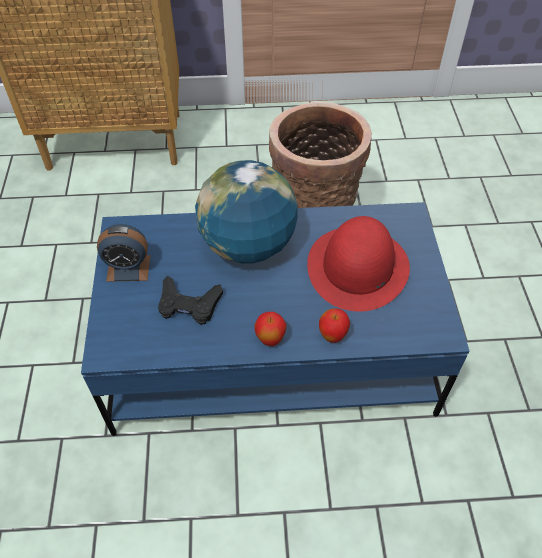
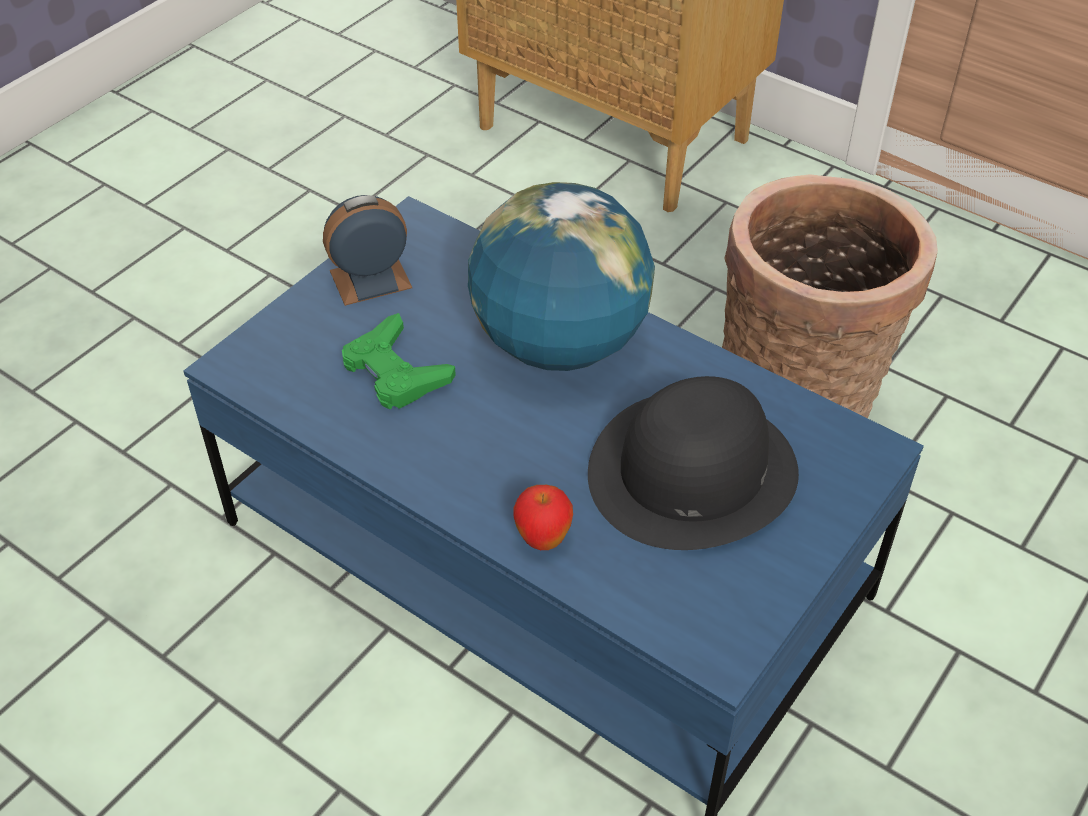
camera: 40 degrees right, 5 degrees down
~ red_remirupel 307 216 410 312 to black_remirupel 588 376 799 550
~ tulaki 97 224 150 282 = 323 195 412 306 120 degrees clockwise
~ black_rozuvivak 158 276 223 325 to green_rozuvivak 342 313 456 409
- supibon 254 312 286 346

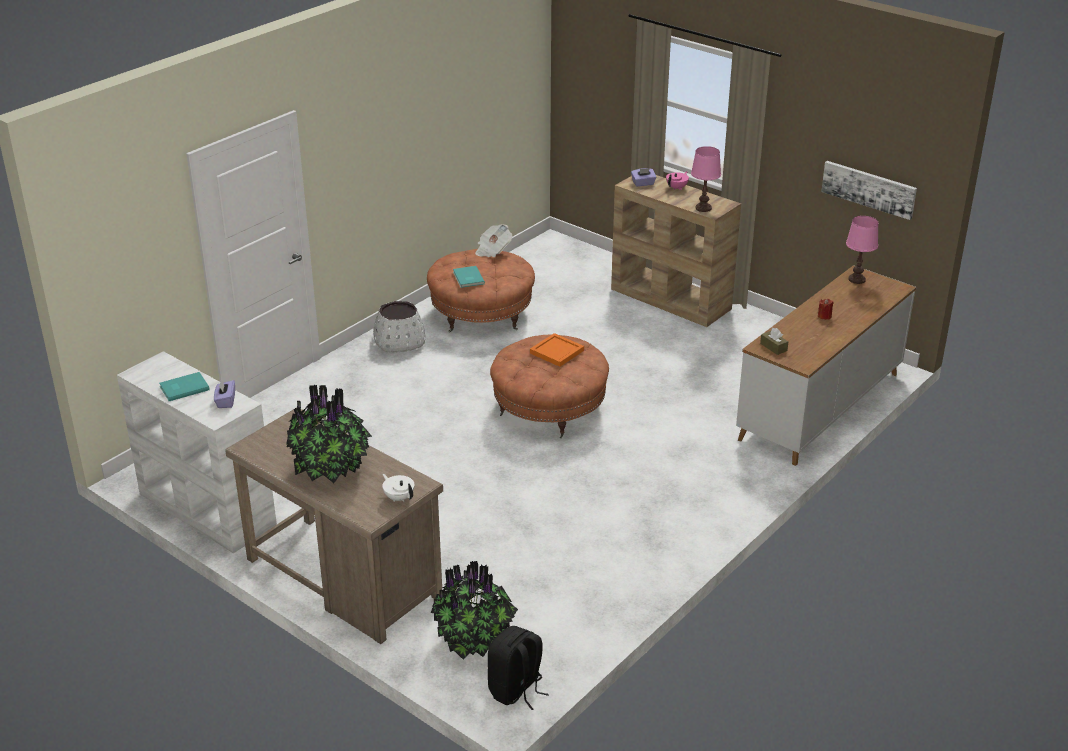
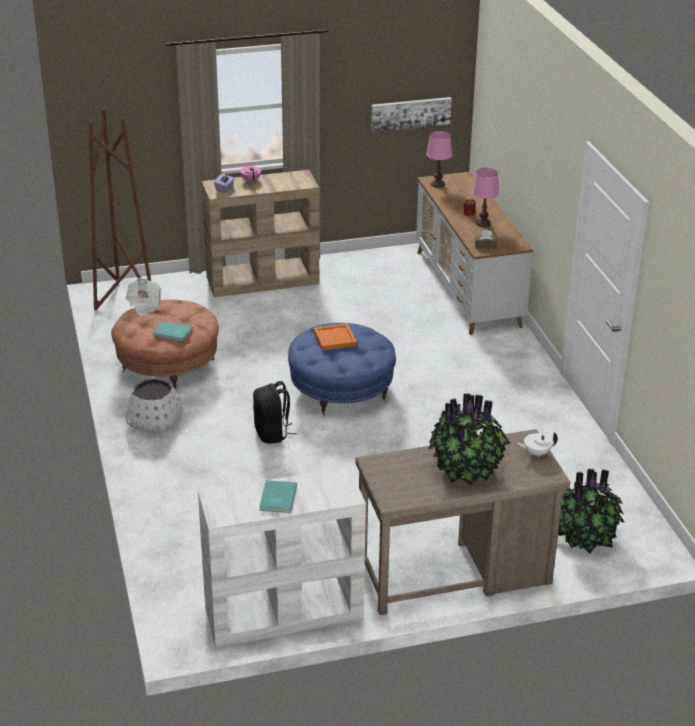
camera: 55 degrees left, 0 degrees up
~ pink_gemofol 691 146 721 212 to 472 168 499 227
~ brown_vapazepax 490 335 609 438 to blue_vapazepax 288 323 396 416
- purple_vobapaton 214 379 235 408
~ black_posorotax 488 626 549 710 to 253 381 297 444
+ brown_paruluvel 89 108 151 310

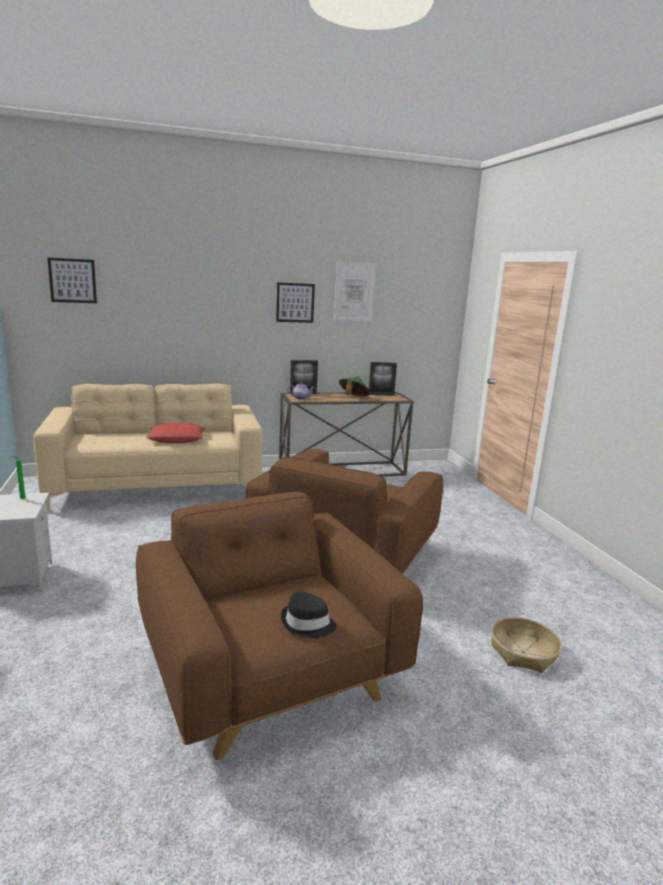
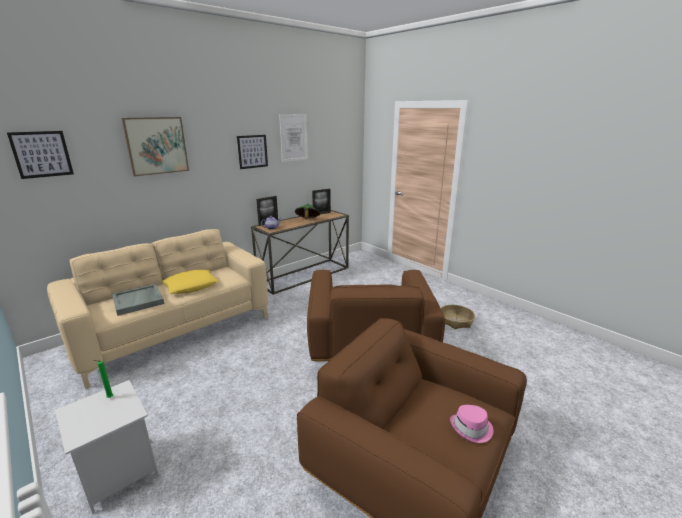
camera: 25 degrees left, 5 degrees up
~ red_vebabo 146 423 205 443 to yellow_vebabo 162 269 219 294
~ black_remirupel 281 591 336 638 to pink_remirupel 450 405 493 443
~ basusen 491 617 562 673 to 441 305 475 329
+ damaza 121 117 189 176
+ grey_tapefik 112 284 164 316

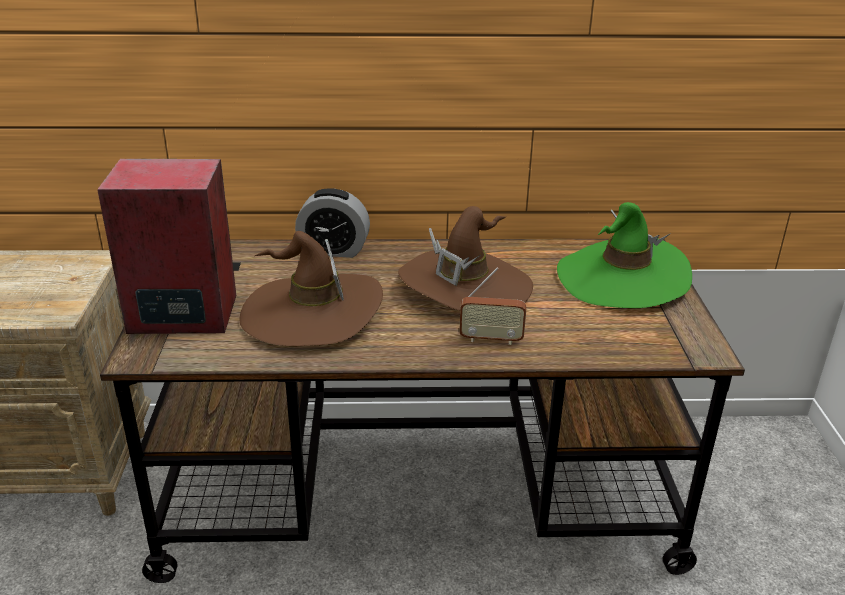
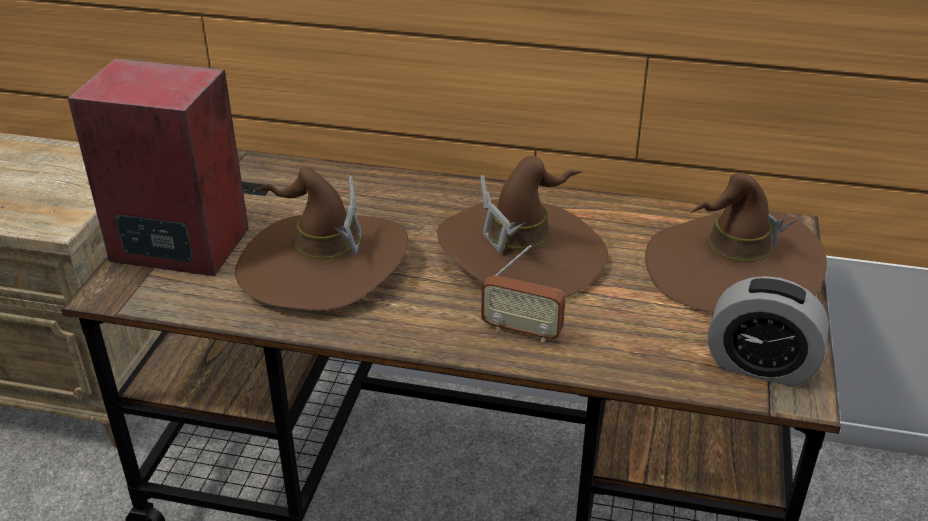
camera: 15 degrees right, 5 degrees up
~ tulaki 295 188 370 258 to 708 276 829 387
~ green_remirupel 557 202 692 308 to brown_remirupel 645 173 827 313

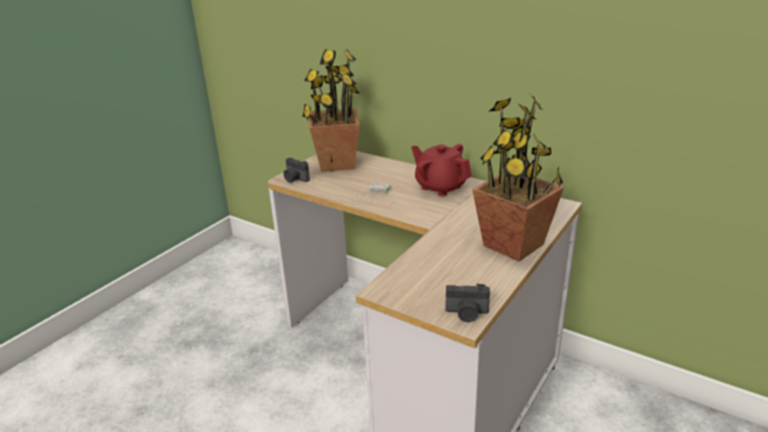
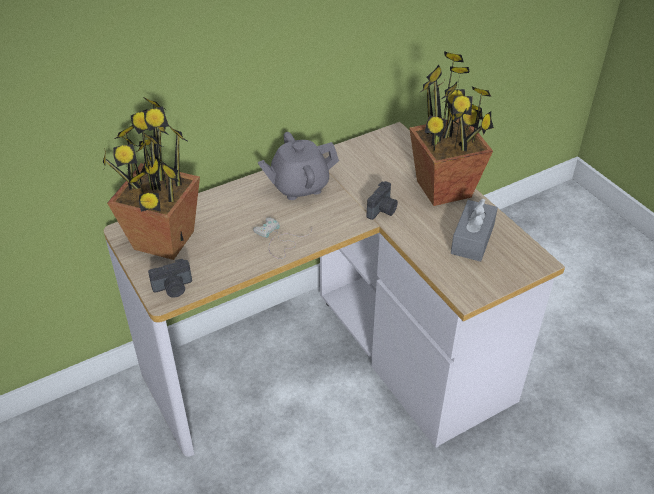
camera: 65 degrees left, 15 degrees up
~ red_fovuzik 411 144 472 197 to grey_fovuzik 258 132 339 200
~ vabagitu 445 284 490 322 to 367 181 398 220
+ grey_vobapaton 451 198 498 262

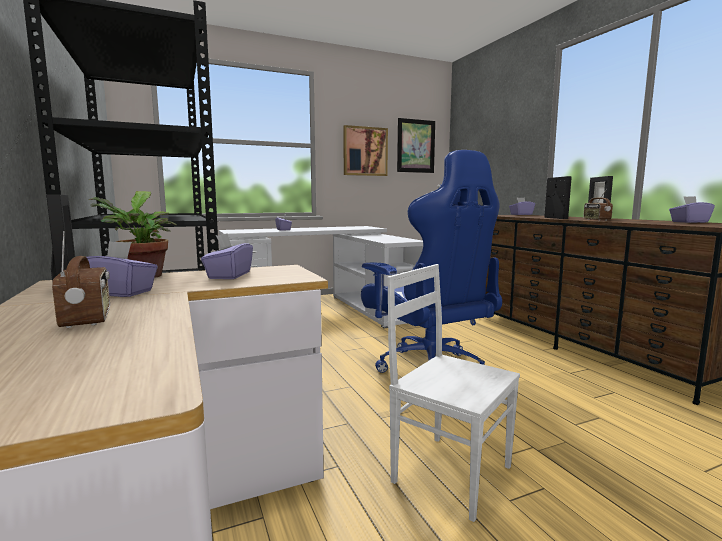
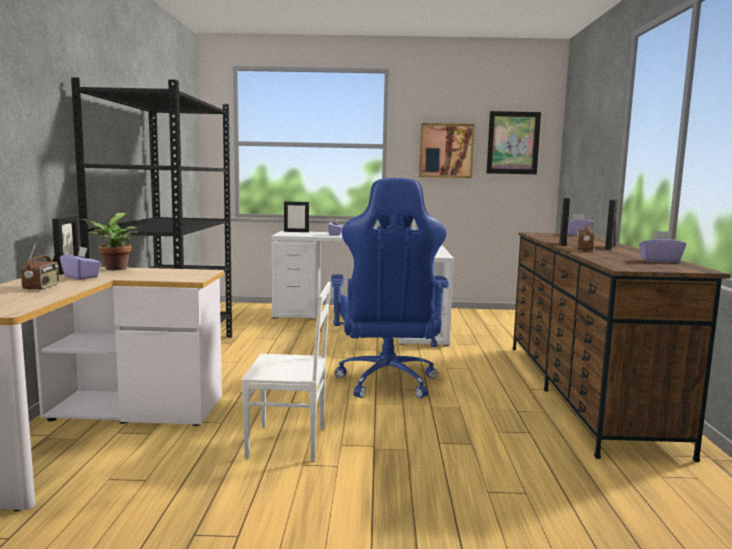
camera: 25 degrees right, 0 degrees up
- purple_vobapaton 201 233 253 279
~ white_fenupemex 387 264 520 522 = 241 282 331 462 120 degrees clockwise
+ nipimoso 284 202 309 232

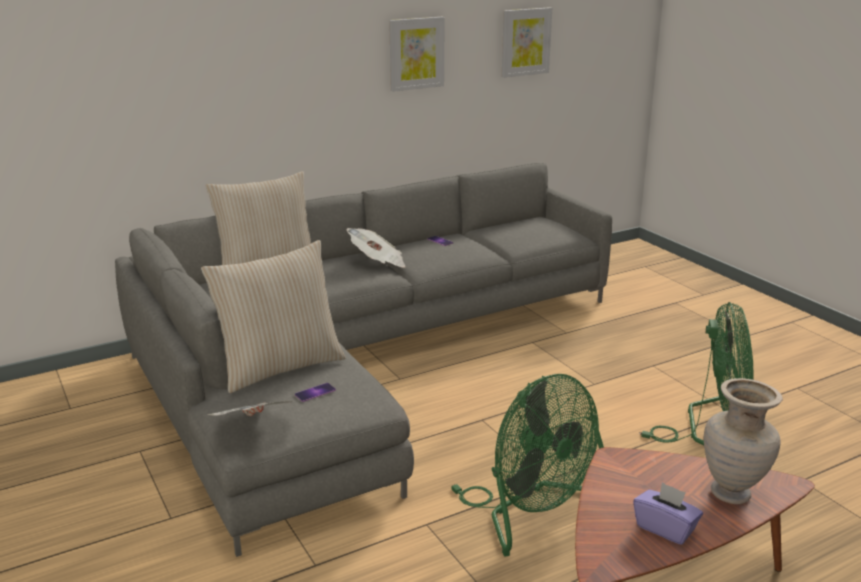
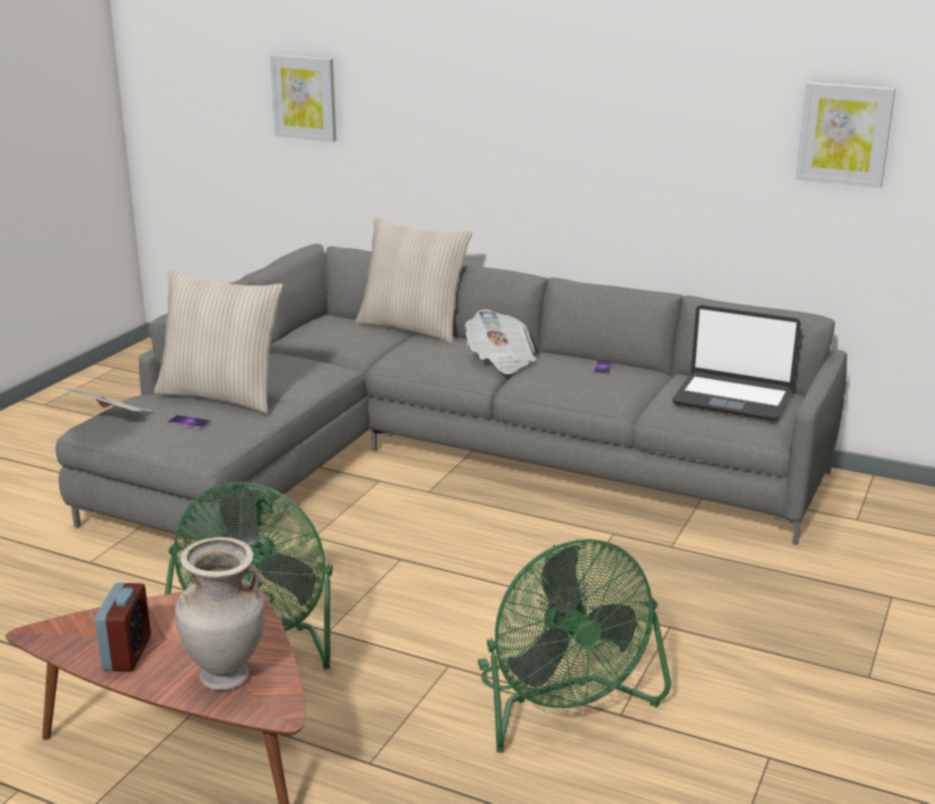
camera: 55 degrees right, 0 degrees up
~ damaza 389 17 445 92 to 270 54 336 142
~ purple_vobapaton 633 482 703 545 to tulaki 95 583 151 672
+ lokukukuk 672 305 801 421

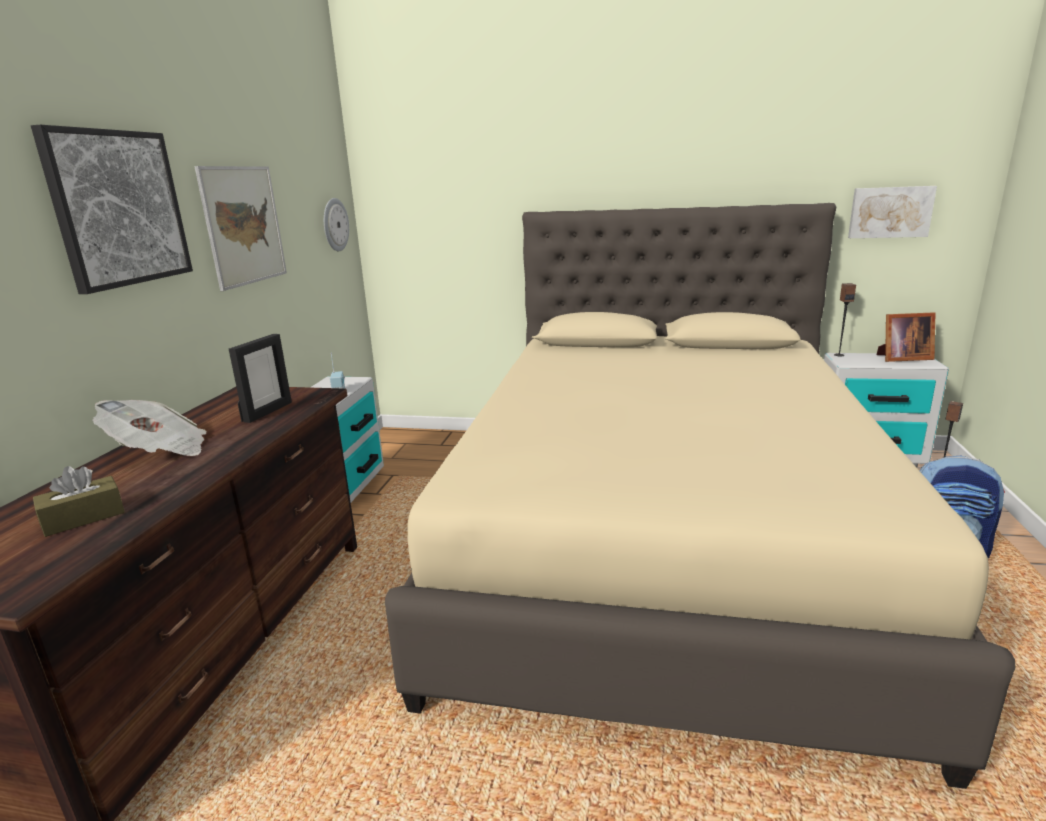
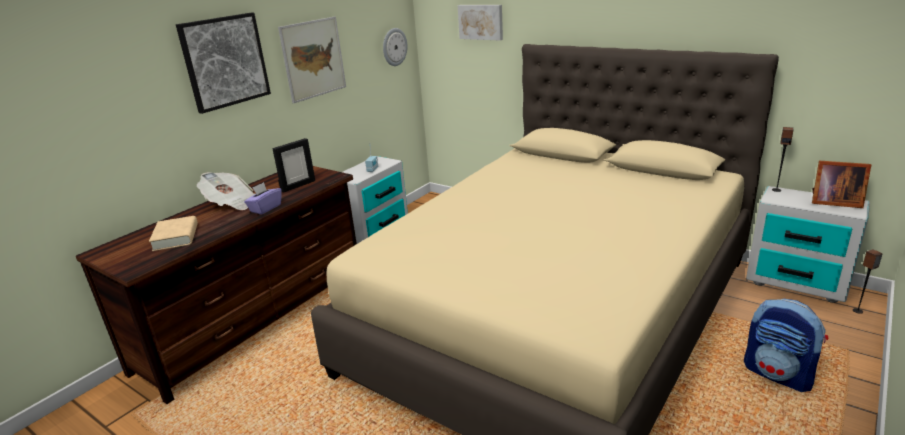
camera: 25 degrees right, 5 degrees up
~ damaza 848 186 937 238 to 458 5 503 40
~ brown_vobapaton 33 466 125 537 to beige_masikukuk 149 216 198 251
+ purple_vobapaton 244 182 281 215

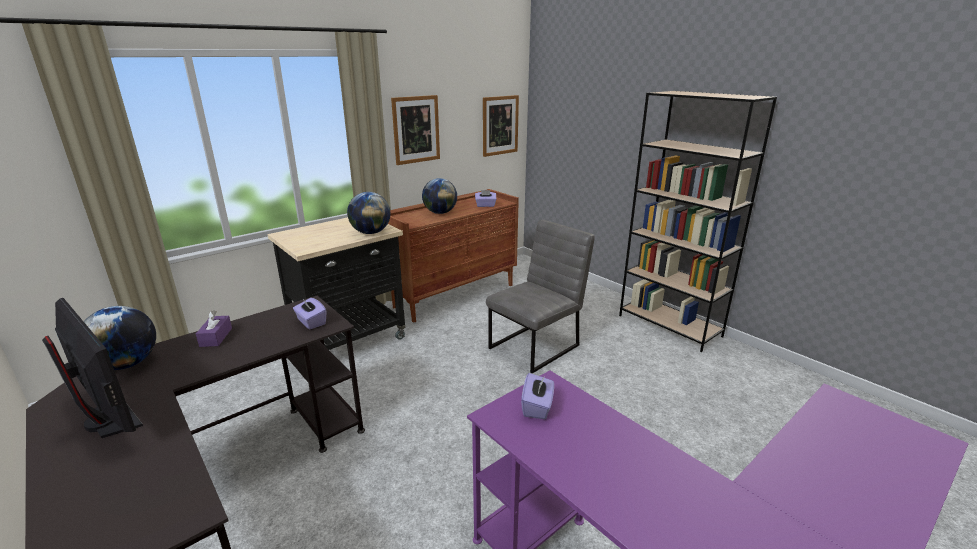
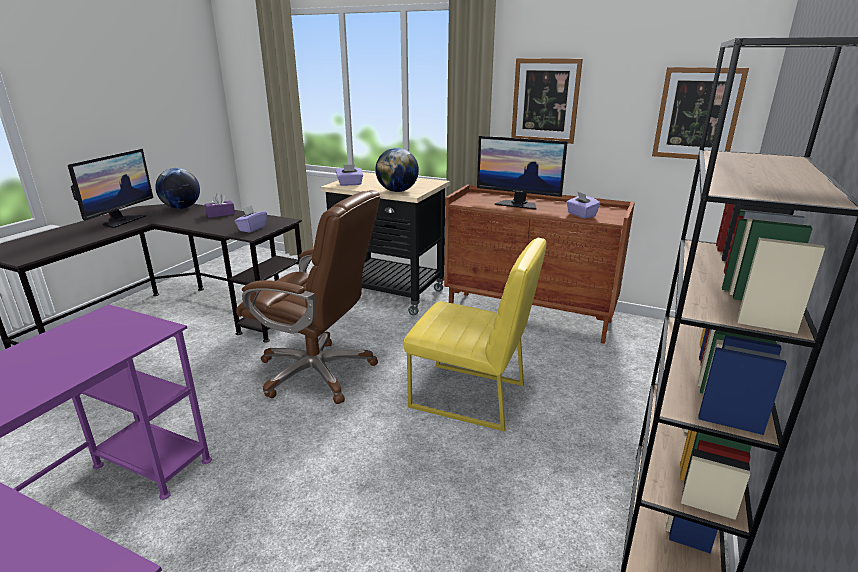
camera: 65 degrees right, 0 degrees up
~ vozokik 422 178 457 214 to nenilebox 477 136 568 210
~ grey_fenupemex 486 220 595 374 to yellow_fenupemex 403 238 546 431
~ purple_vobapaton 521 373 554 419 to 336 164 363 186
+ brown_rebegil 236 190 380 404

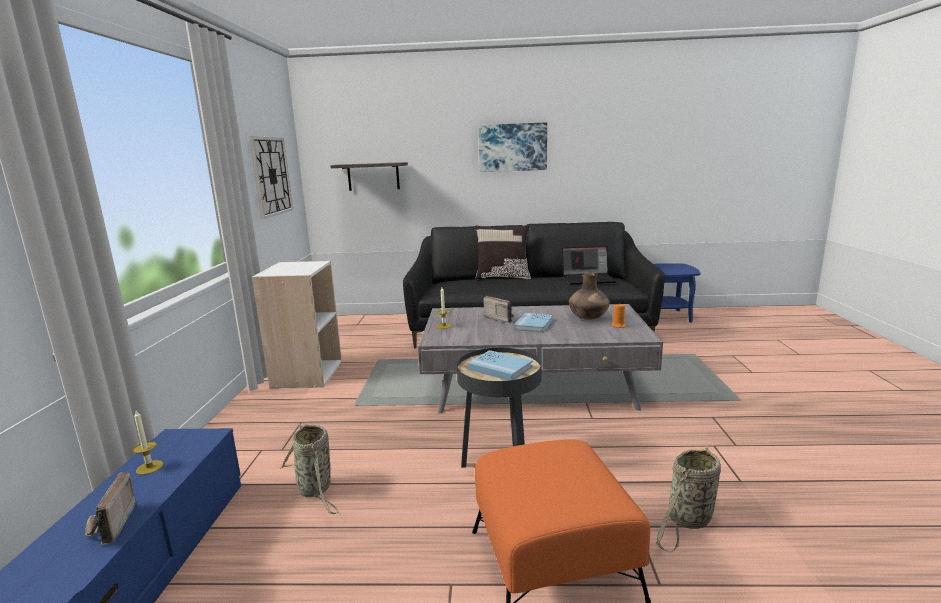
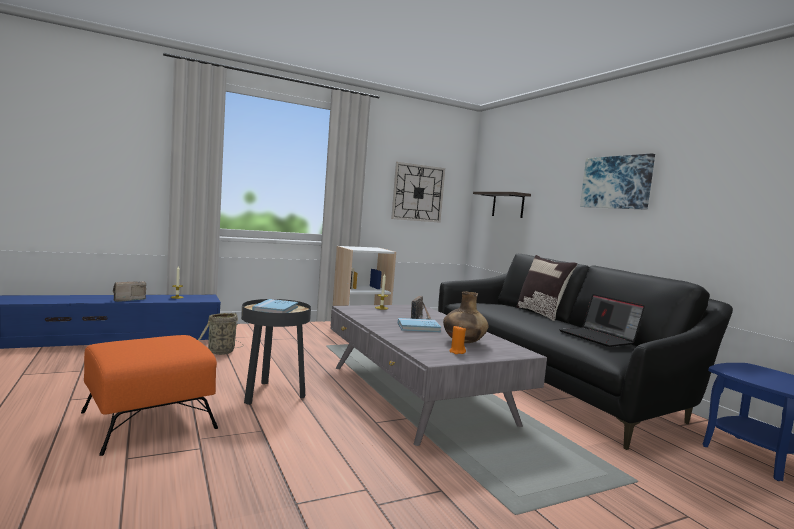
camera: 60 degrees right, 10 degrees down
- basusen 656 446 721 553

